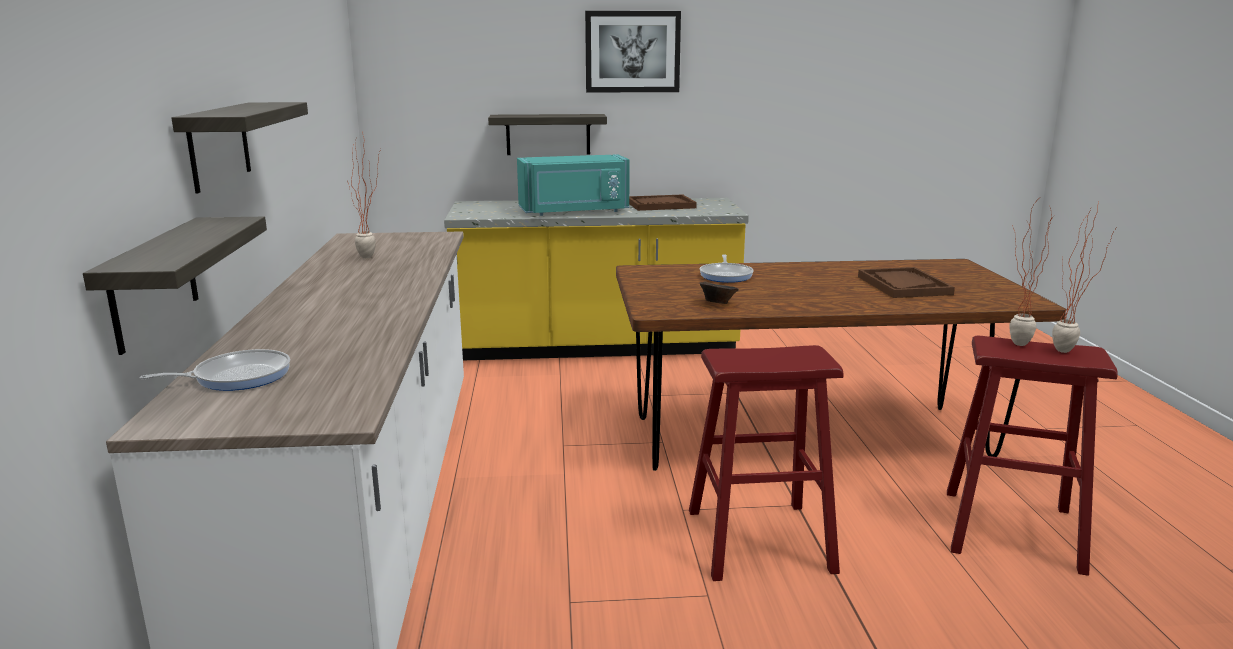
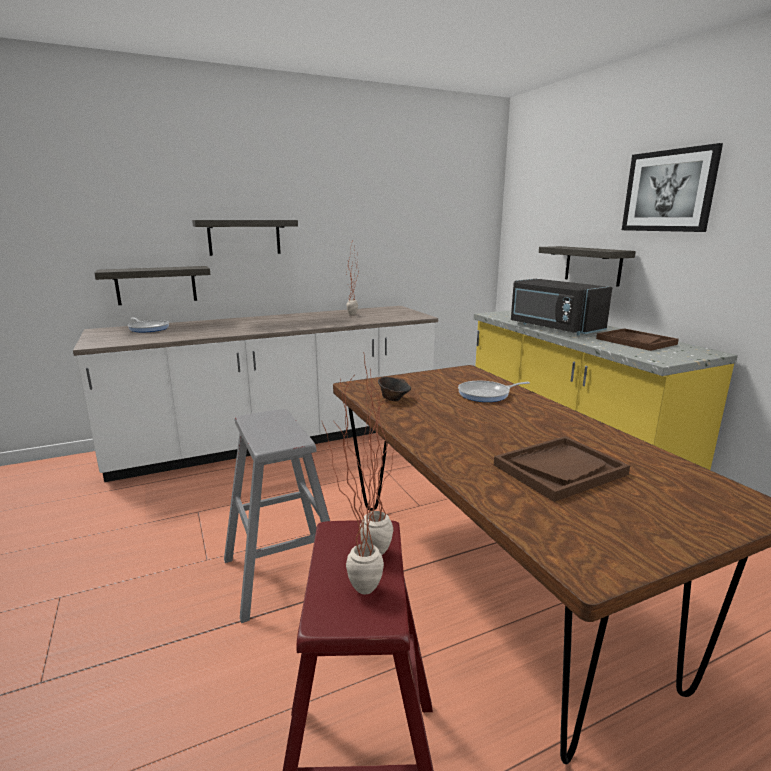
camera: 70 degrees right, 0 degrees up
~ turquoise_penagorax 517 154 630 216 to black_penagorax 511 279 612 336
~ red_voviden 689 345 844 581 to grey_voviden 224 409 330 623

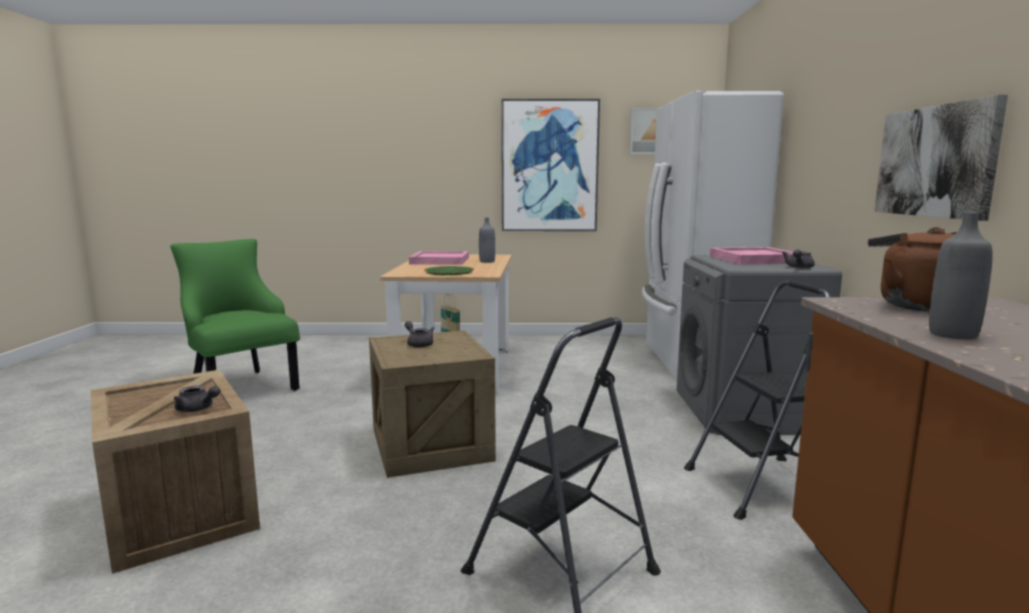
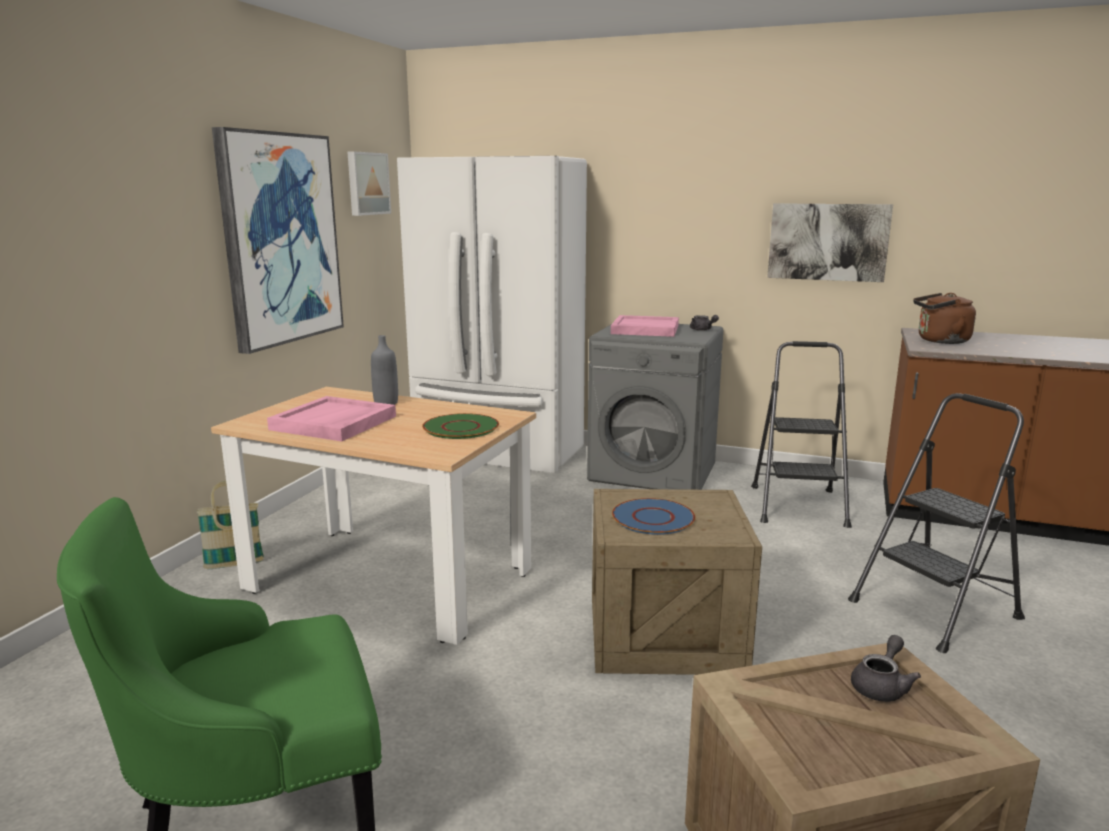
camera: 70 degrees left, 5 degrees up
- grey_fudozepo 929 212 993 339
~ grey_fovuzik 405 321 434 348 to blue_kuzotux 612 498 696 535

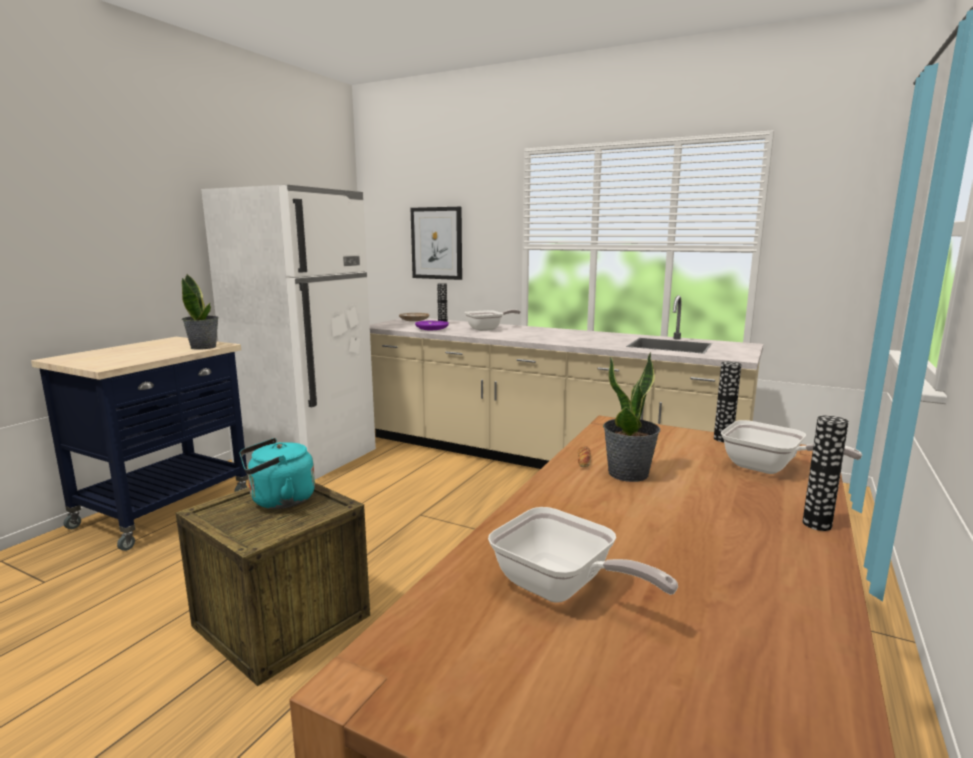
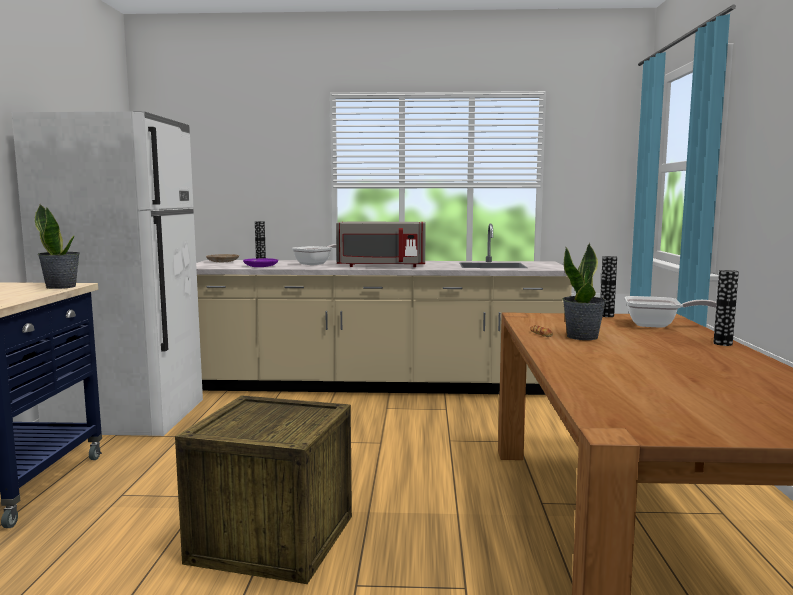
camera: 25 degrees left, 5 degrees down
- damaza 411 207 462 280
- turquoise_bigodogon 239 438 315 509
- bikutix 488 507 678 603
+ grey_penagorax 336 222 426 267

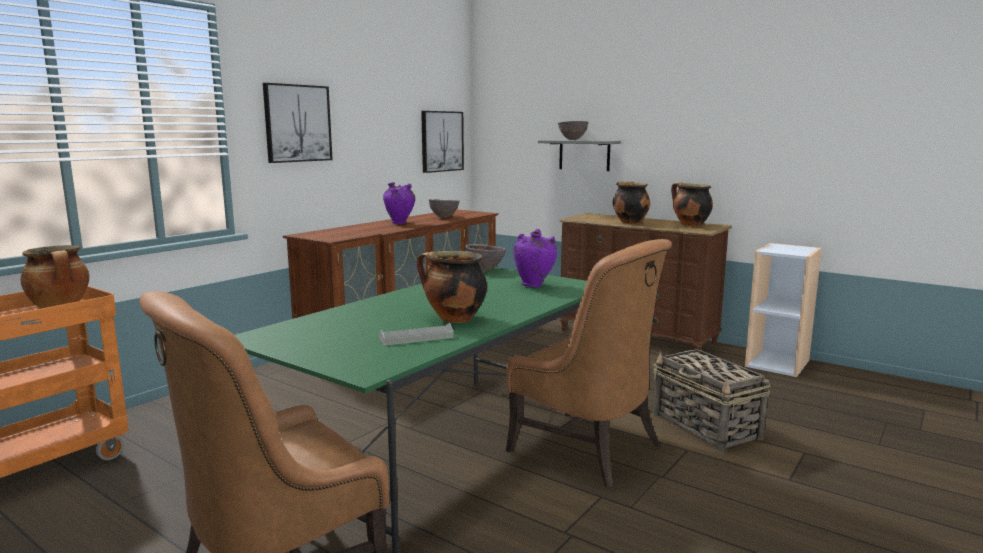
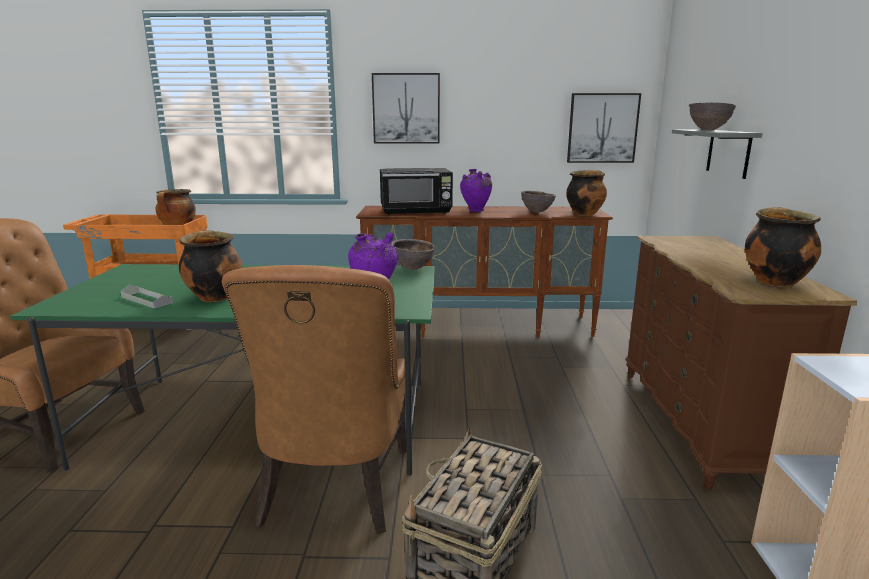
camera: 55 degrees right, 5 degrees up
~ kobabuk 613 181 650 224 to 566 170 607 216
+ black_penagorax 380 168 453 215

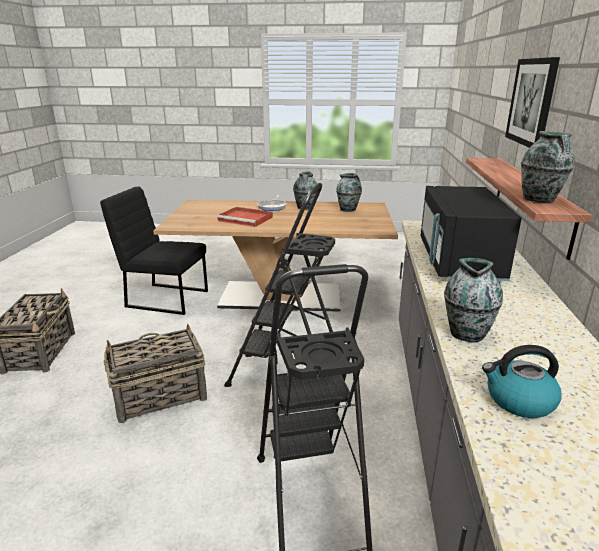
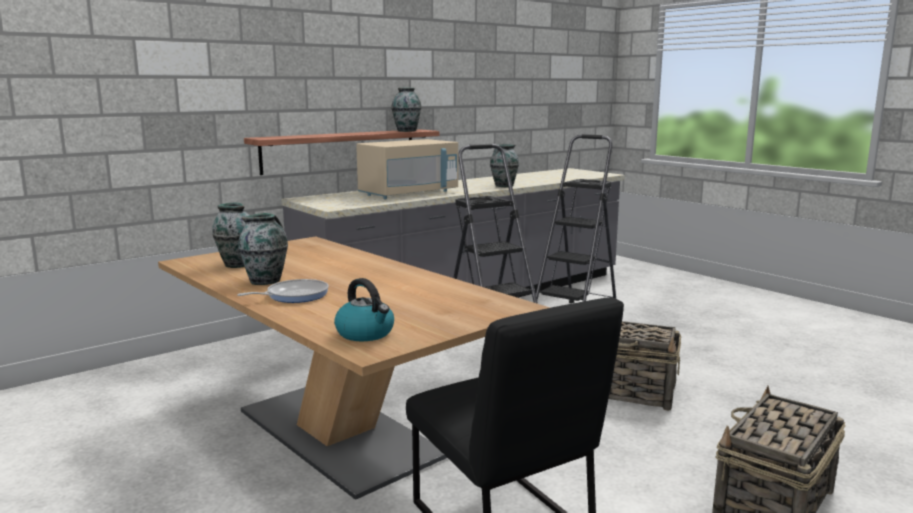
camera: 135 degrees left, 10 degrees down
- damaza 505 57 560 148
~ black_penagorax 421 186 522 283 to beige_penagorax 356 139 458 199
- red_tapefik 217 207 273 227
~ bigodogon 482 345 562 418 to 334 278 394 341

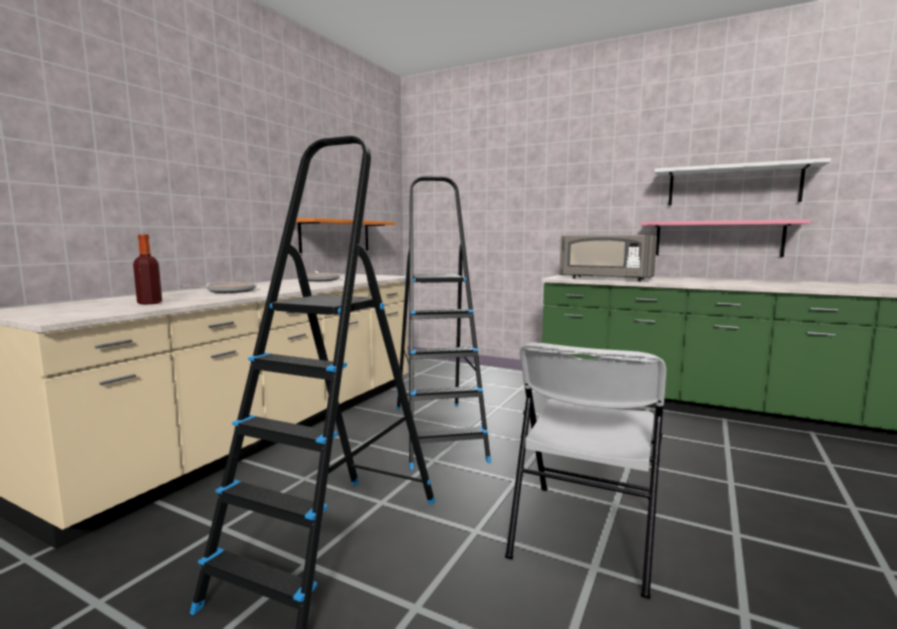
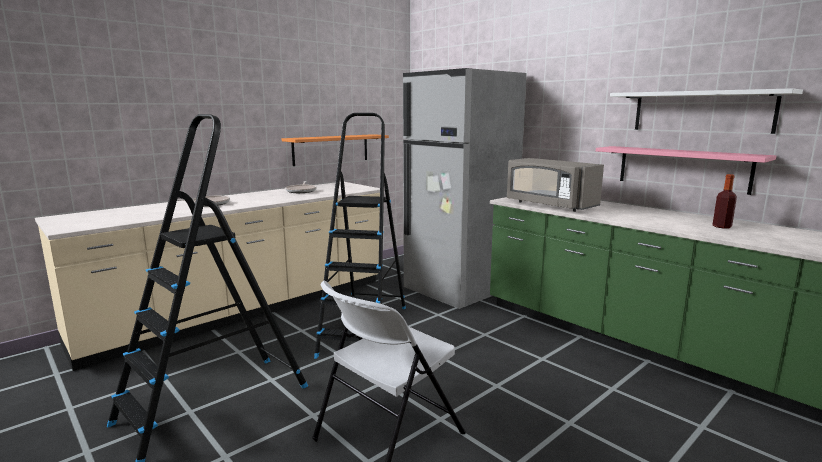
camera: 20 degrees right, 5 degrees up
~ fudozepo 133 234 162 305 to 713 174 737 229
+ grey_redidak 403 68 527 309

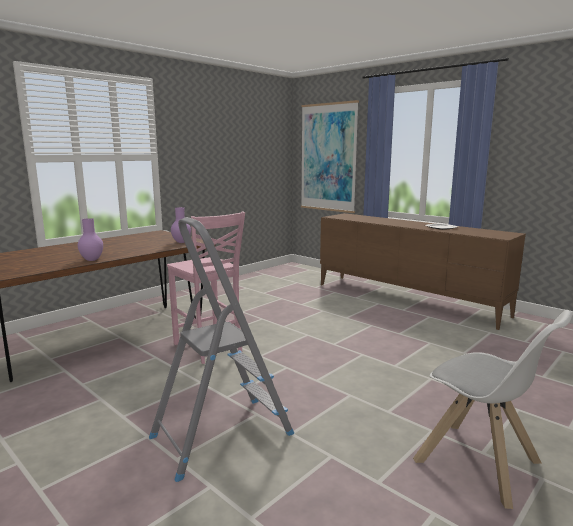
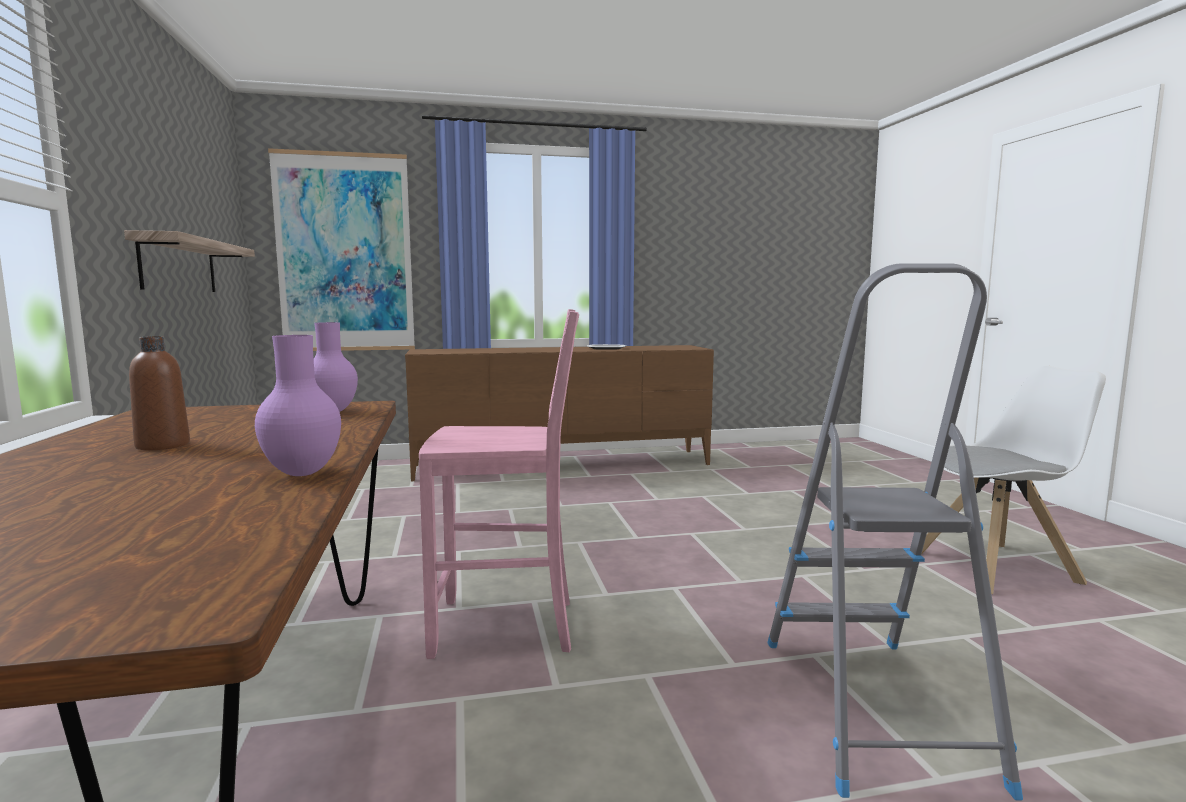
camera: 55 degrees left, 5 degrees down
+ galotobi 124 230 255 292
+ brown_fudozepo 129 336 190 451

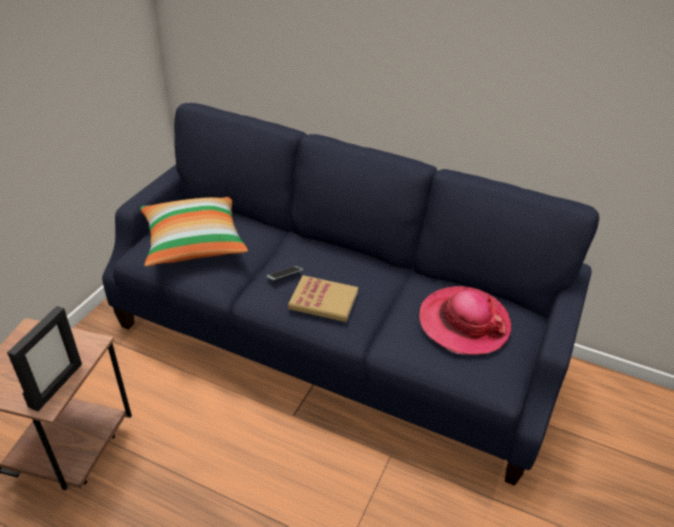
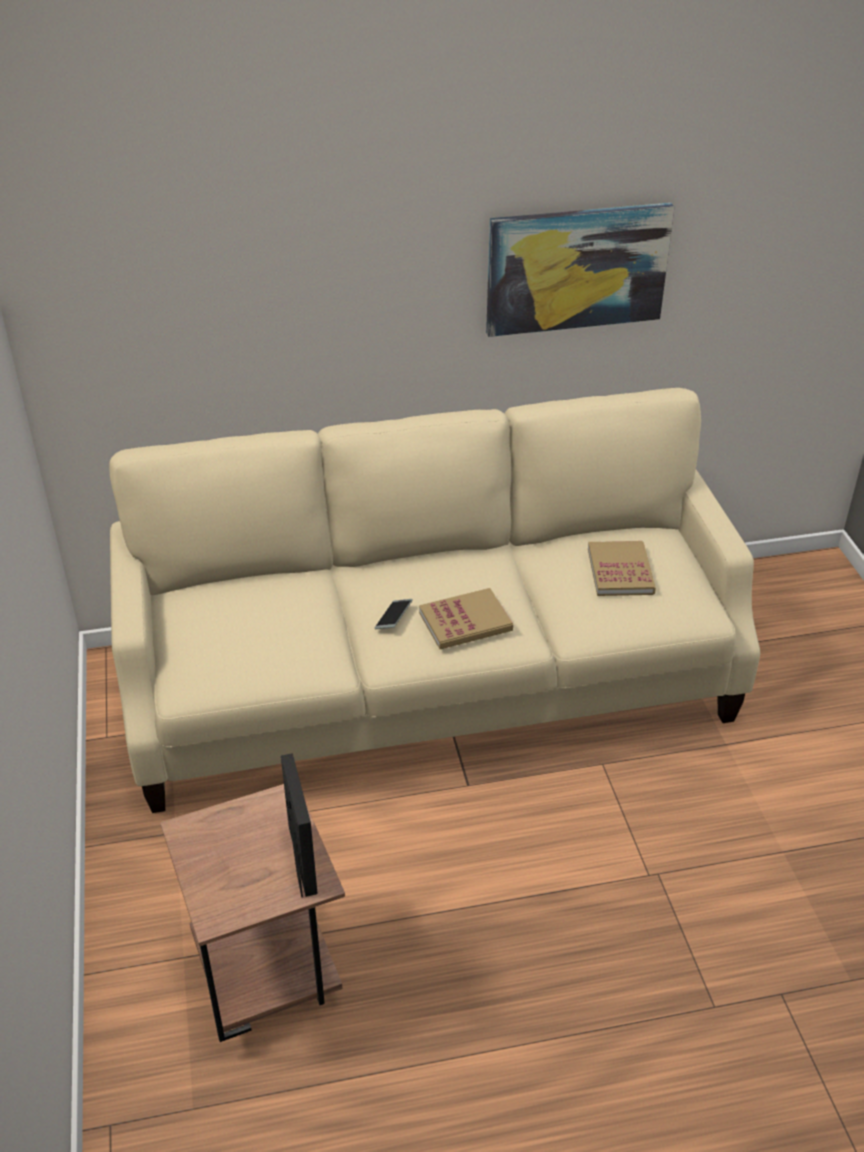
camera: 35 degrees left, 0 degrees up
~ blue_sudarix 102 103 599 486 to beige_sudarix 109 388 760 813
- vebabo 140 197 248 267
~ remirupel 419 286 511 355 to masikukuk 588 541 656 596
+ damaza 486 203 674 337

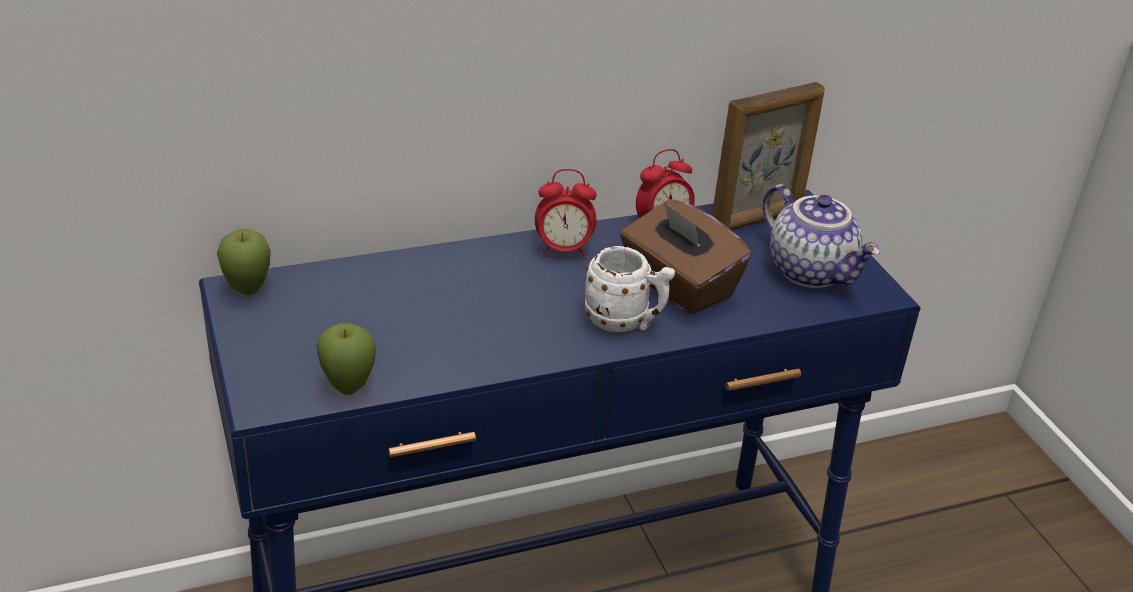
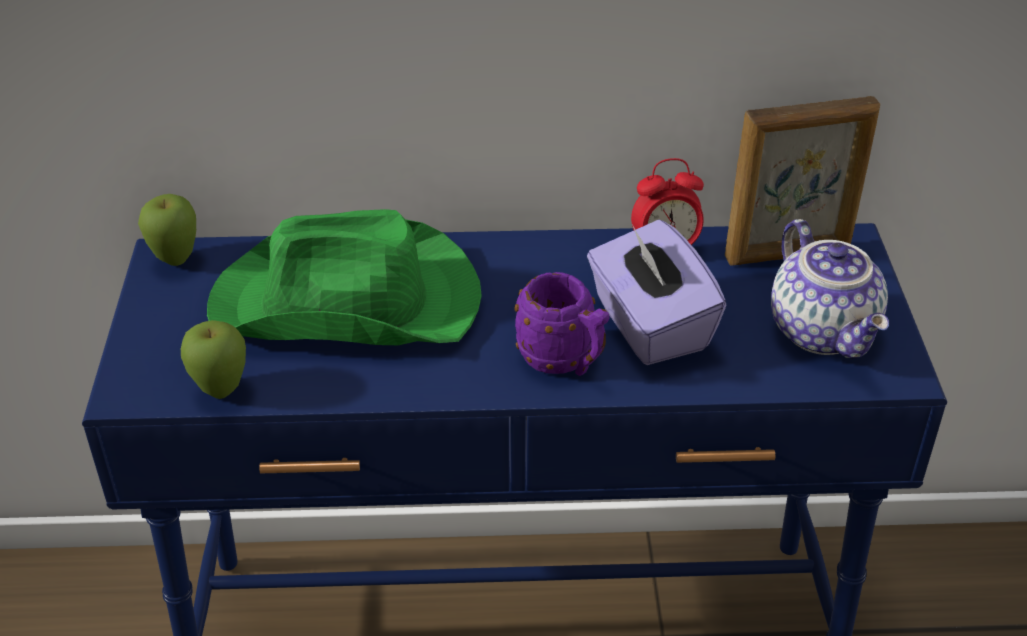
camera: 20 degrees right, 5 degrees up
- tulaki 535 169 597 259
~ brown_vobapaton 620 199 752 315 to purple_vobapaton 587 219 726 365
~ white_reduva 584 246 675 332 to purple_reduva 514 272 609 376
+ green_remirupel 207 209 482 345

